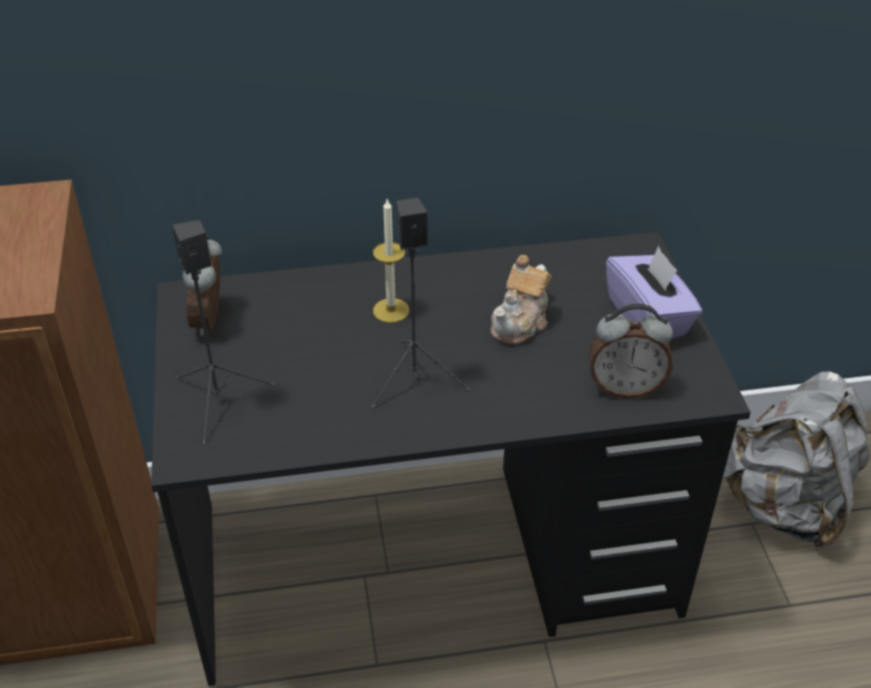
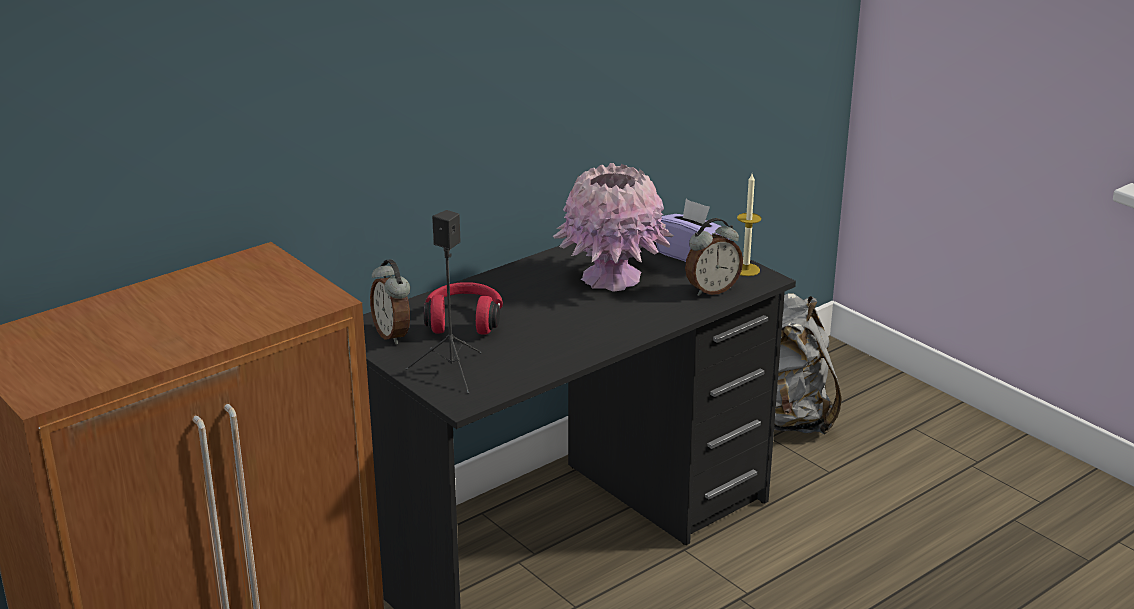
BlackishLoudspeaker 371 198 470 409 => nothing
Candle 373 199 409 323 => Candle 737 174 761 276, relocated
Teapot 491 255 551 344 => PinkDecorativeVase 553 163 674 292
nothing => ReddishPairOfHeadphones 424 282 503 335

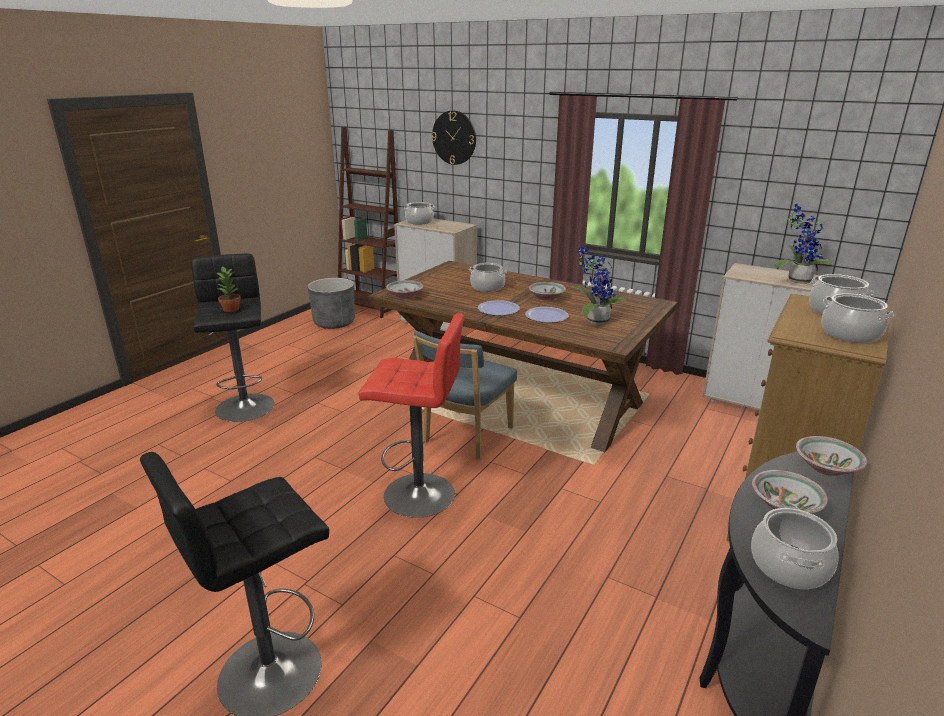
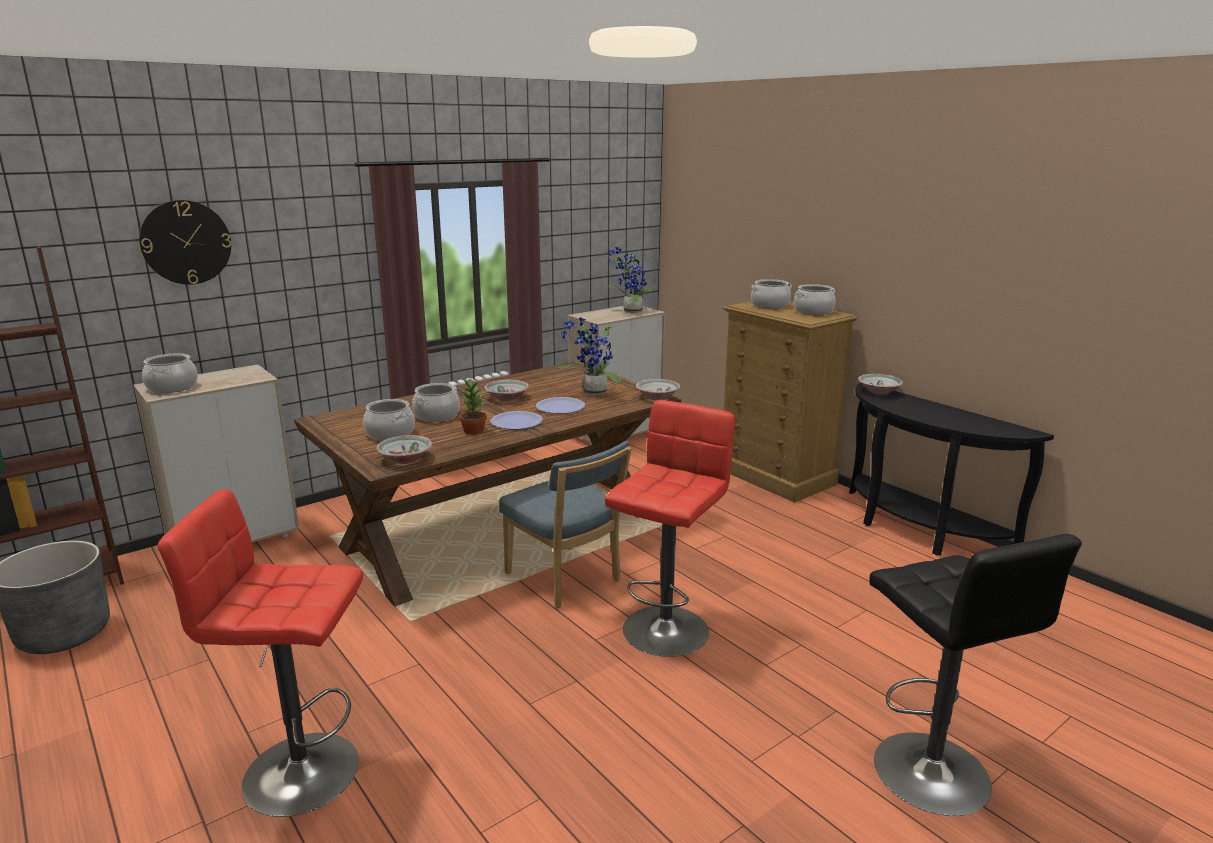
BlackishStoolSeat 191 253 275 422 => ReddishStoolSeat 158 489 363 817
PottedPlant 216 266 241 312 => PottedPlant 460 378 487 434, relocated
DeepDish 752 470 828 513 => DeepDish 636 379 680 400, relocated
Stockpot 751 507 839 589 => Stockpot 363 399 415 441, relocated

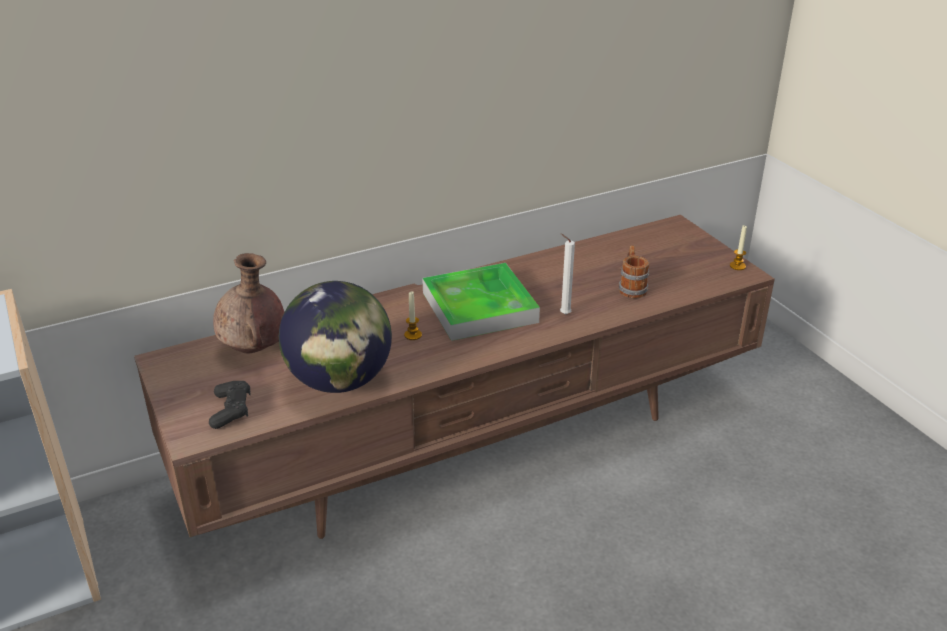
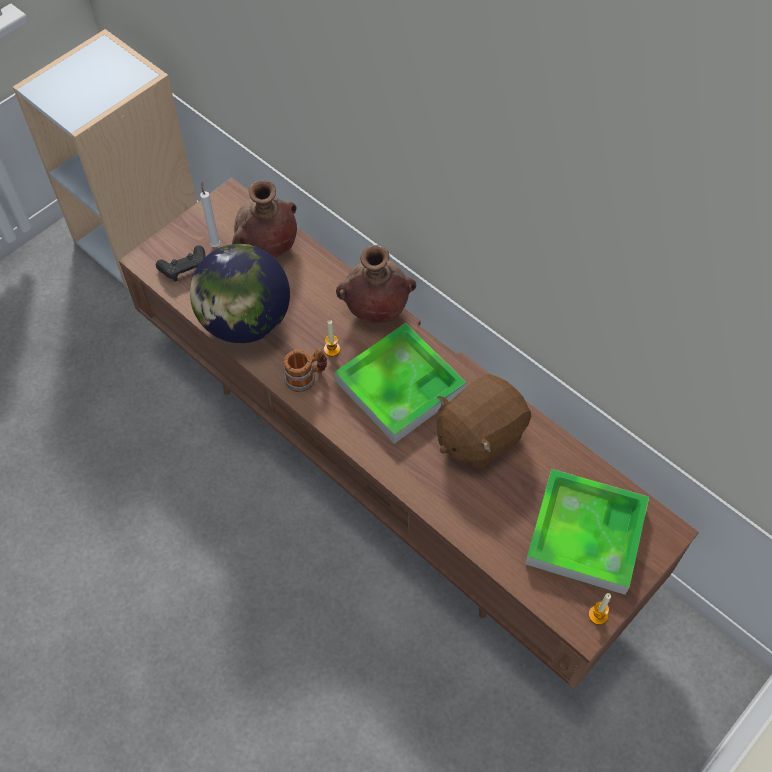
WhiteColouredCandle 560 234 575 315 => WhiteColouredCandle 200 182 220 247, relocated
Mug 619 245 649 298 => Mug 283 348 327 392, relocated
nothing => BrownishDecorativeVase 336 245 416 324
nothing => BrownishPlushToy 437 374 531 471
nothing => Tray 525 469 649 595

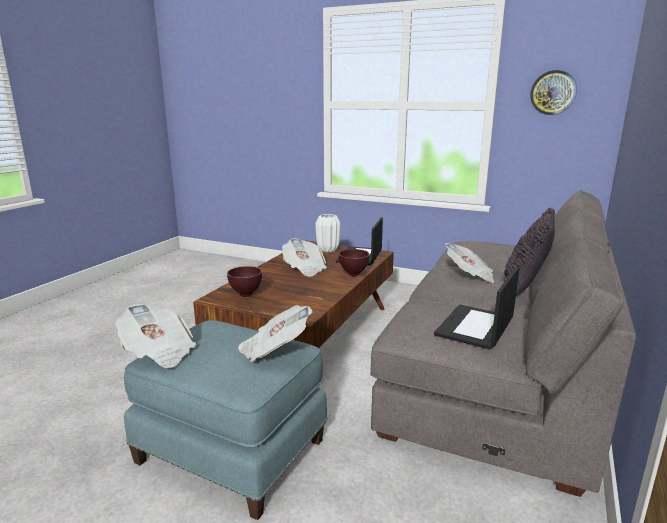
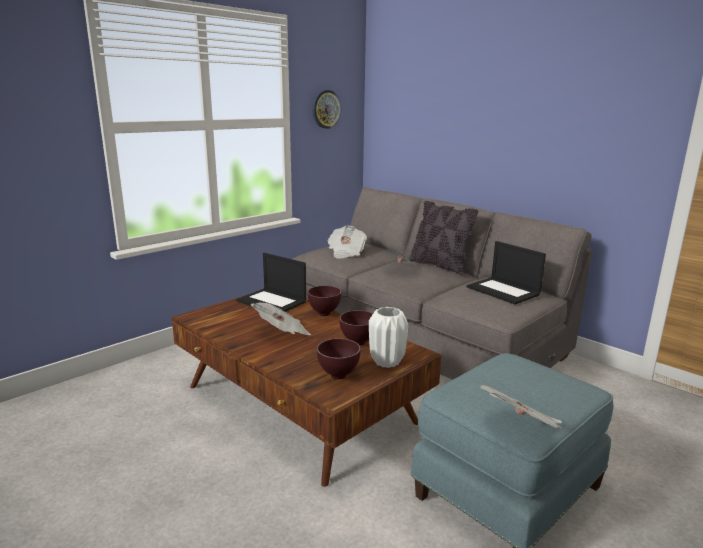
WhiteColouredDecorativeVase 315 214 341 252 => WhiteColouredDecorativeVase 369 307 408 368, relocated
DailyPaper 238 305 312 362 => DailyPaper 328 226 367 259, relocated
nothing => BrownishDeepDish 339 310 373 345

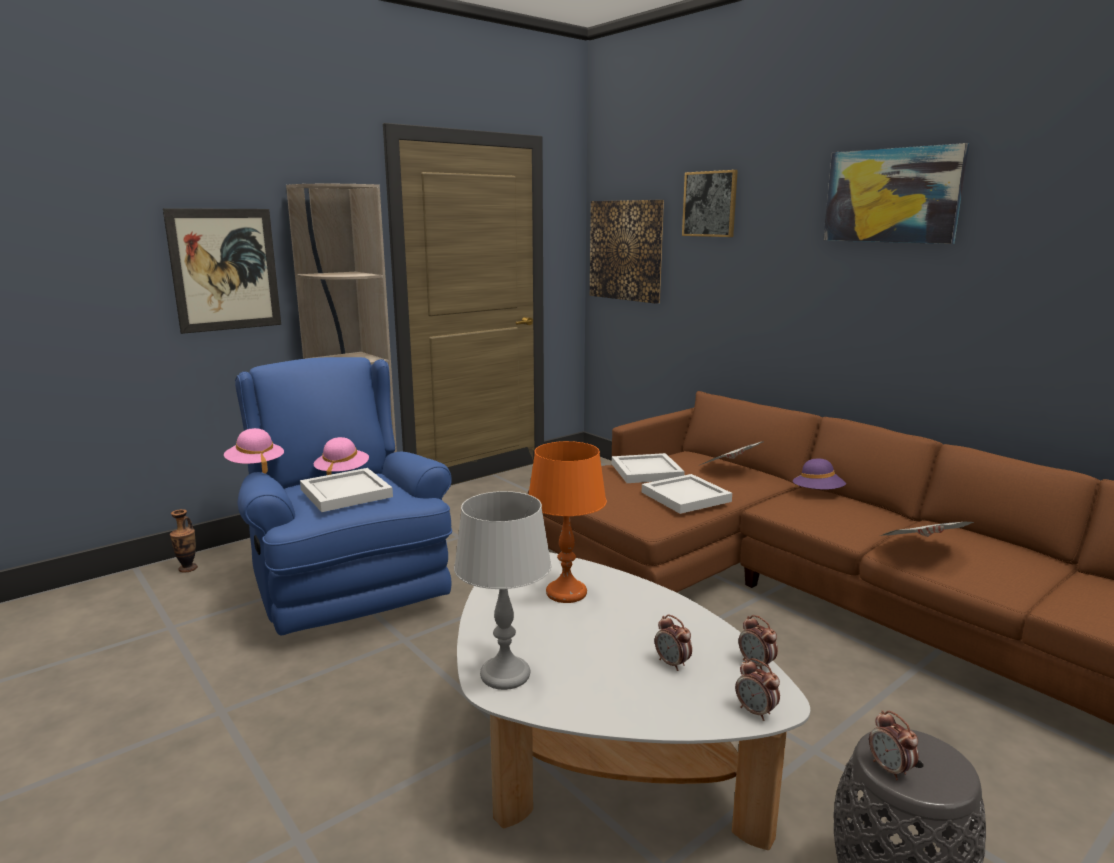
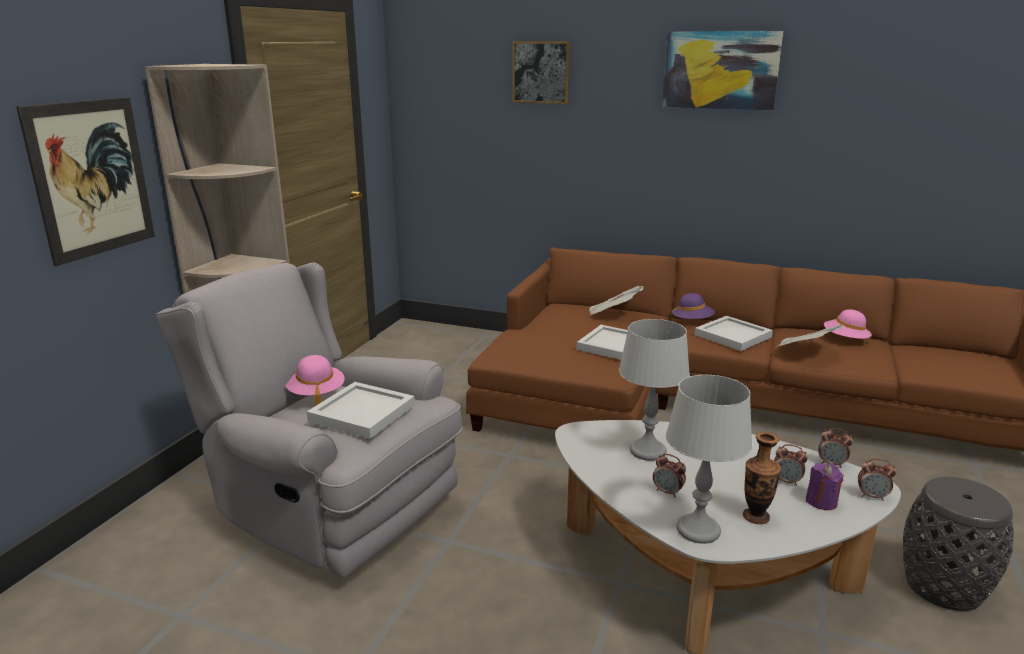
WallArt 590 200 664 304 => nothing
BlueColouredArmchair 235 357 452 636 => GrayArmchair 156 262 463 578
PinkWearableHat 224 428 284 473 => PinkWearableHat 824 309 872 342, relocated
OrangeColouredLampForATable 529 441 607 603 => GrayLampForATable 619 319 690 461
WhiteColouredTray 612 453 685 483 => WhiteColouredTray 695 316 773 351, relocated
DecorativeVase 170 509 198 573 => DecorativeVase 743 432 781 524, relocated
TableClock 869 710 918 780 => TableClock 653 454 686 497, relocated
nothing => PurpleColouredCandle 806 463 844 510

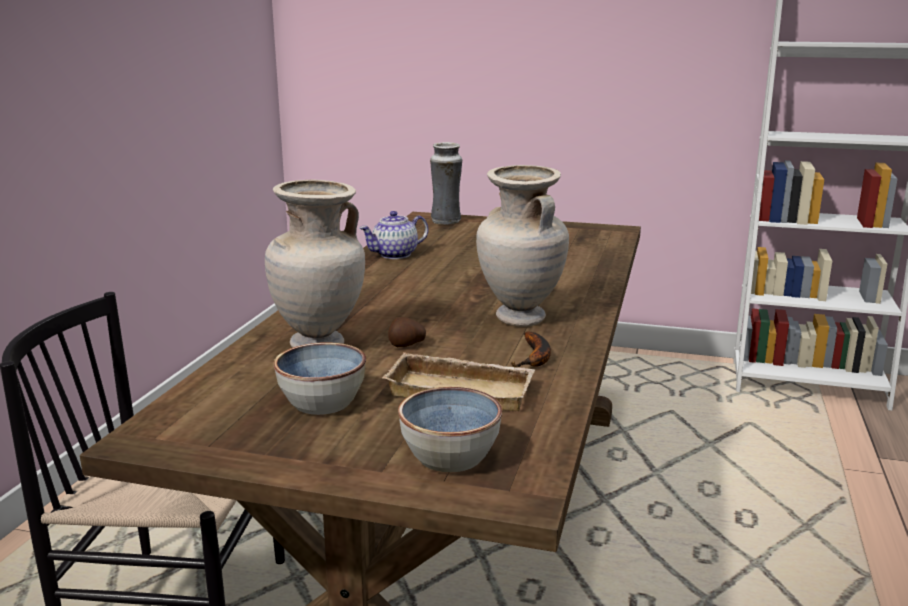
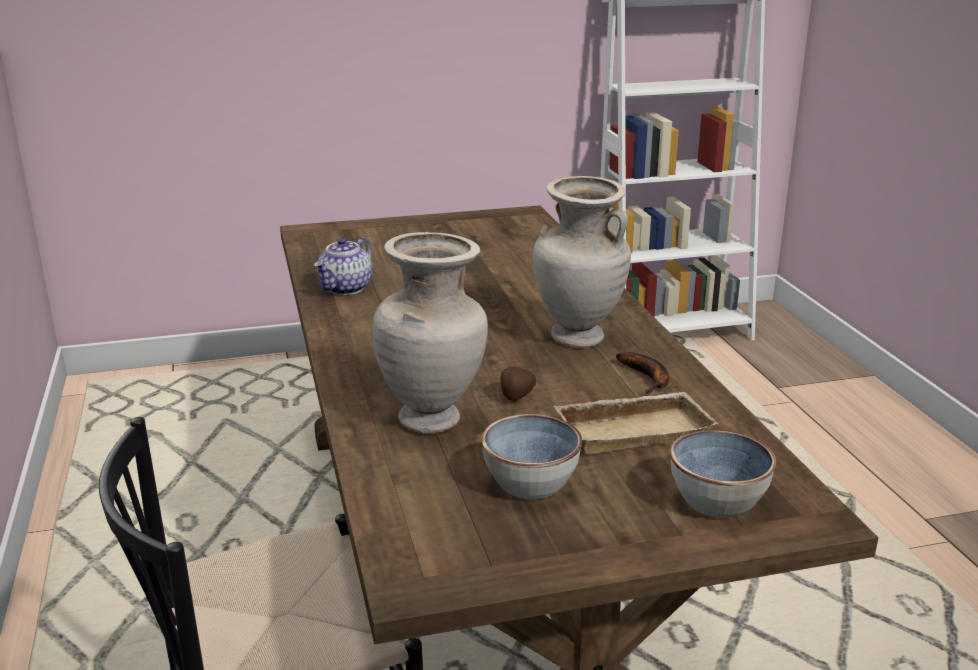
DecorativeVase 430 142 462 225 => nothing

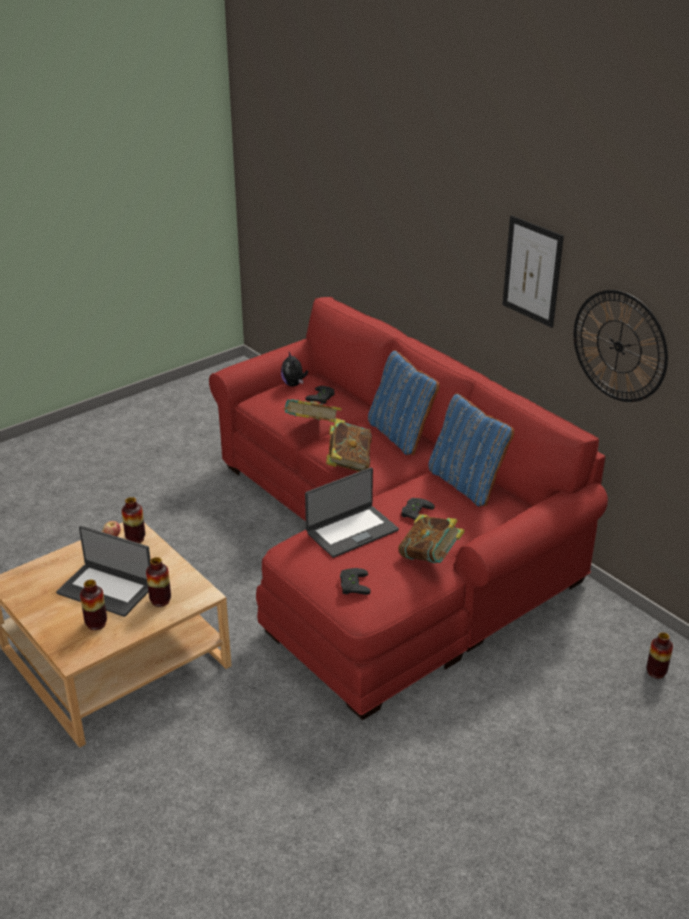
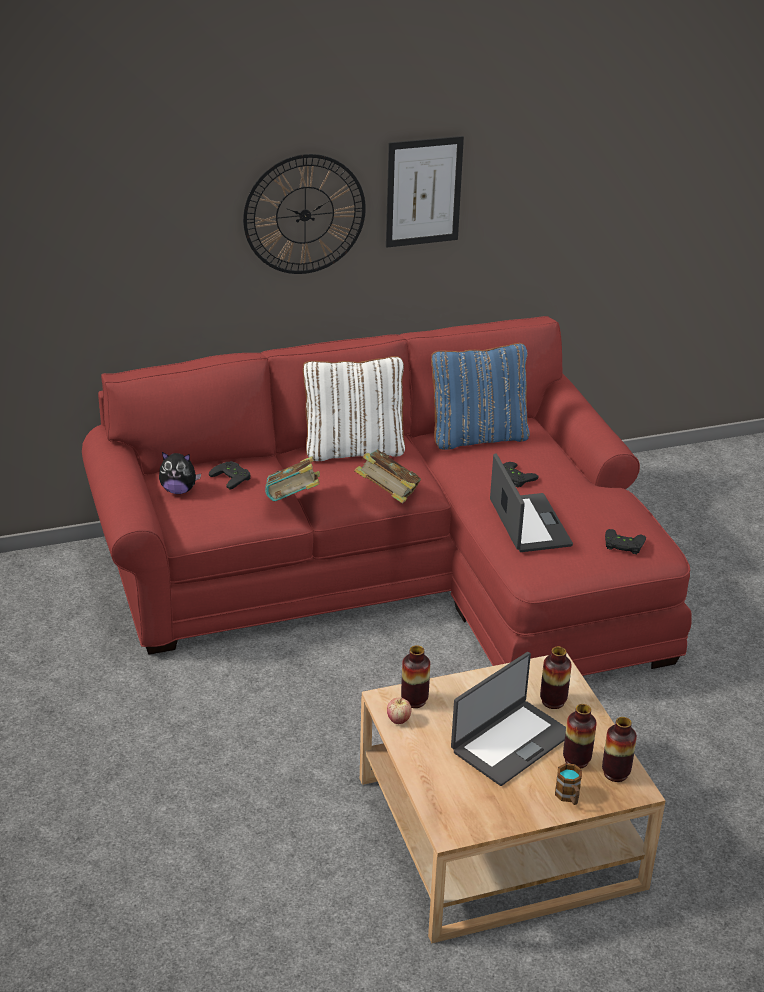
ClockOnTheWall 574 290 668 402 => ClockOnTheWall 243 154 366 274, relocated
BlueColouredCushion 368 350 440 455 => WhiteColouredCushion 303 356 405 461
Book 398 514 465 563 => nothing
DecorativeVase 647 632 673 679 => DecorativeVase 602 717 637 782, relocated
nothing => Mug 555 763 582 805

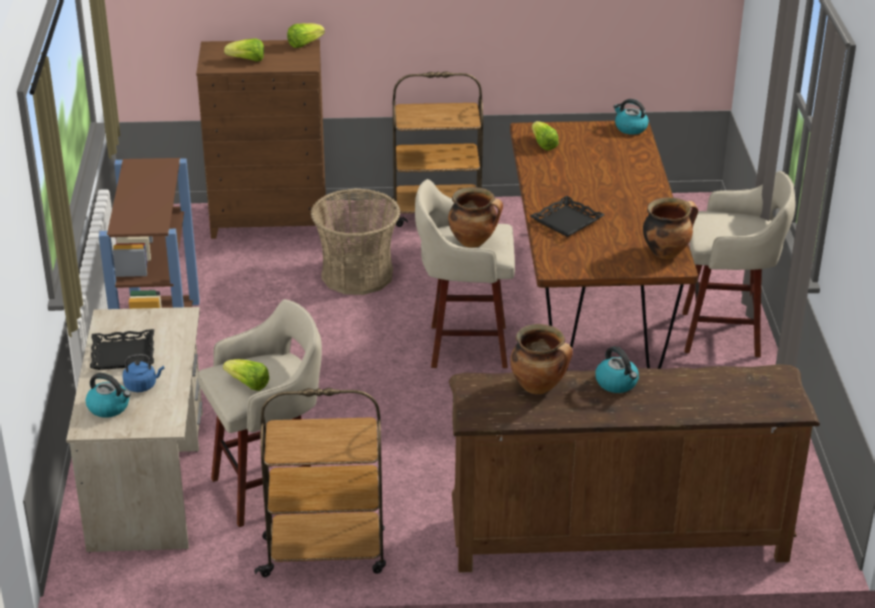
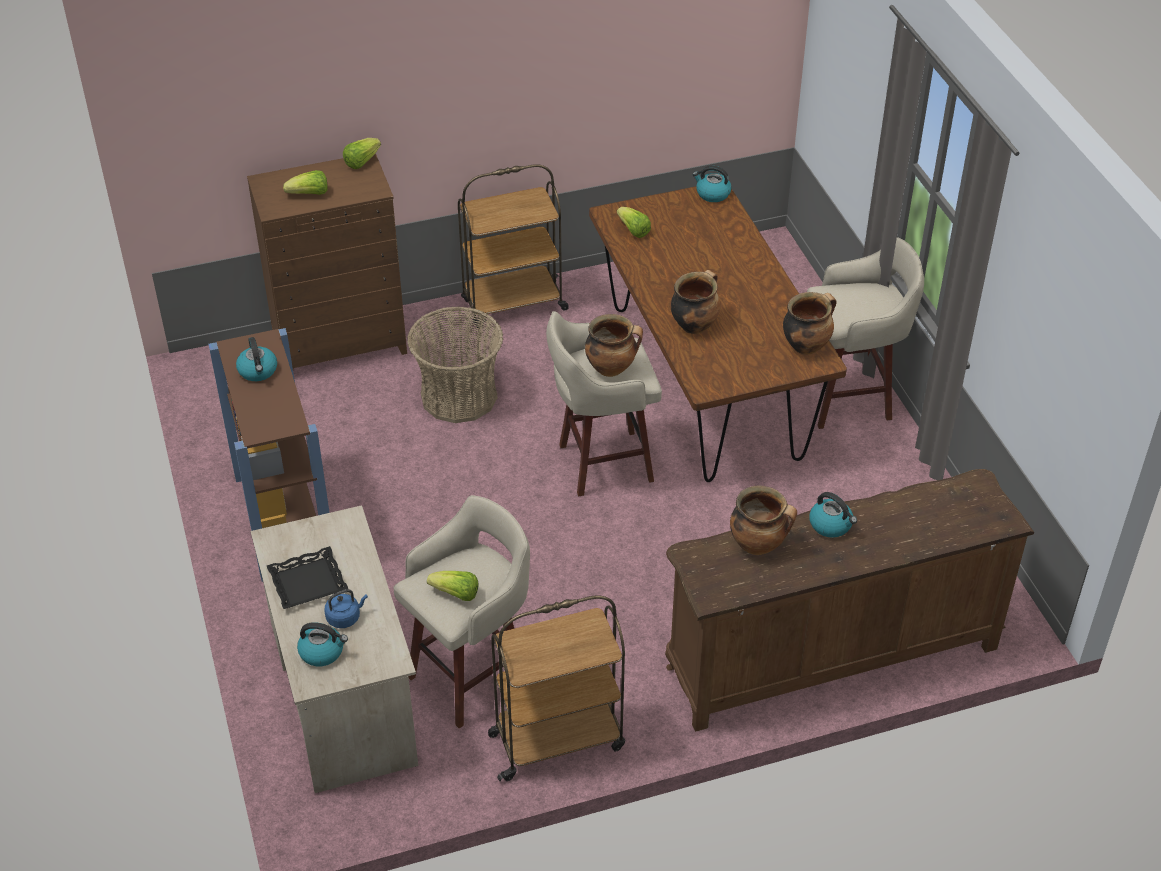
BlackishTray 530 196 605 237 => Stockpot 670 270 721 334
nothing => TeaKettle 236 337 277 381

